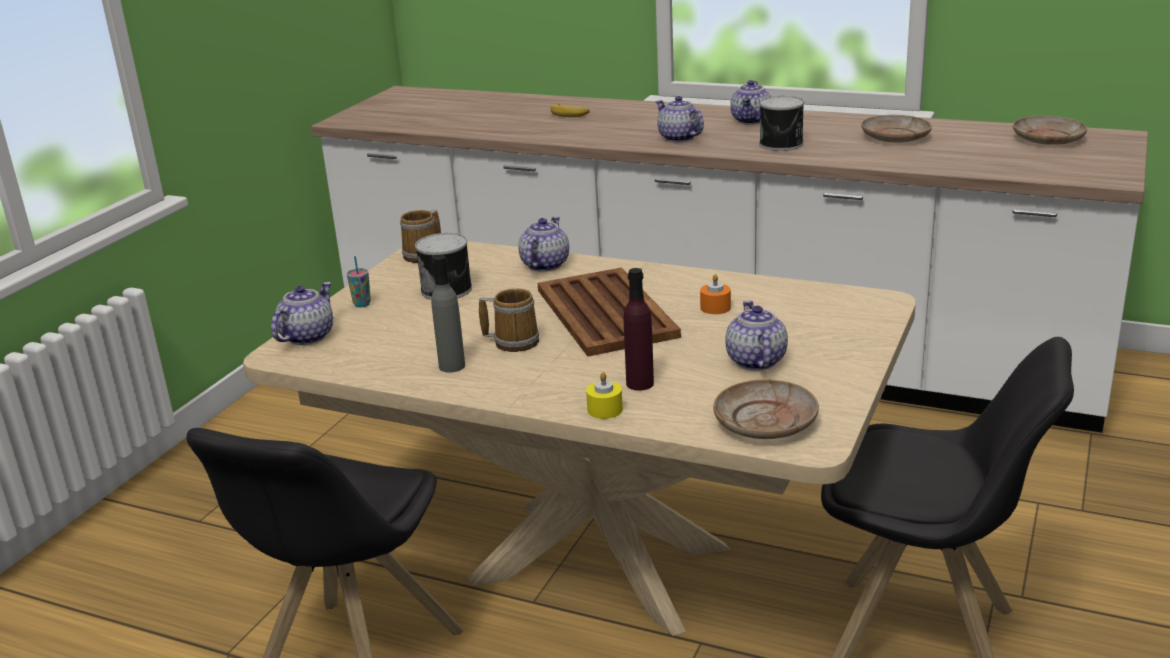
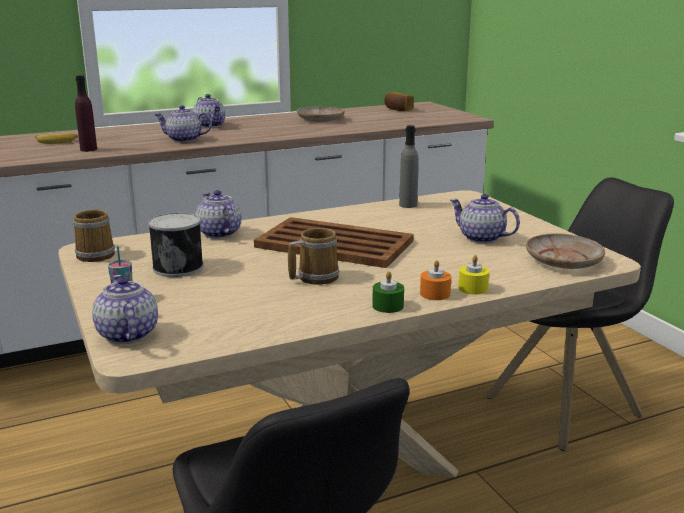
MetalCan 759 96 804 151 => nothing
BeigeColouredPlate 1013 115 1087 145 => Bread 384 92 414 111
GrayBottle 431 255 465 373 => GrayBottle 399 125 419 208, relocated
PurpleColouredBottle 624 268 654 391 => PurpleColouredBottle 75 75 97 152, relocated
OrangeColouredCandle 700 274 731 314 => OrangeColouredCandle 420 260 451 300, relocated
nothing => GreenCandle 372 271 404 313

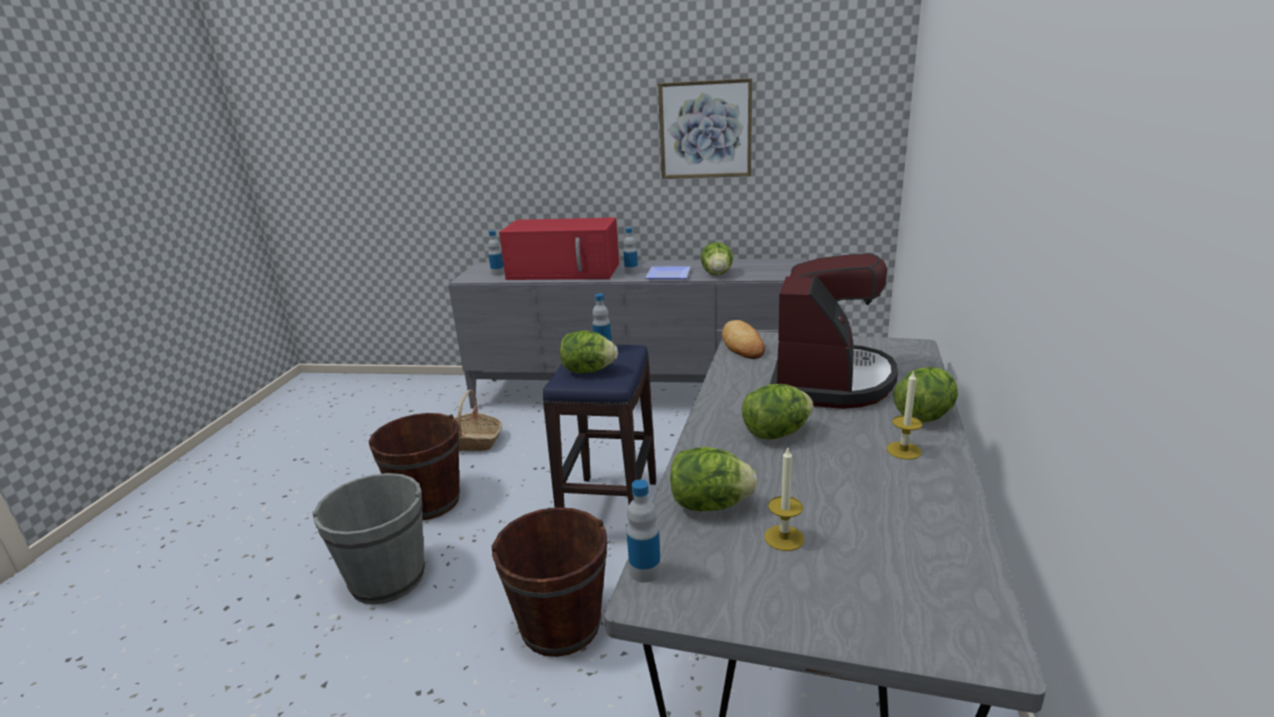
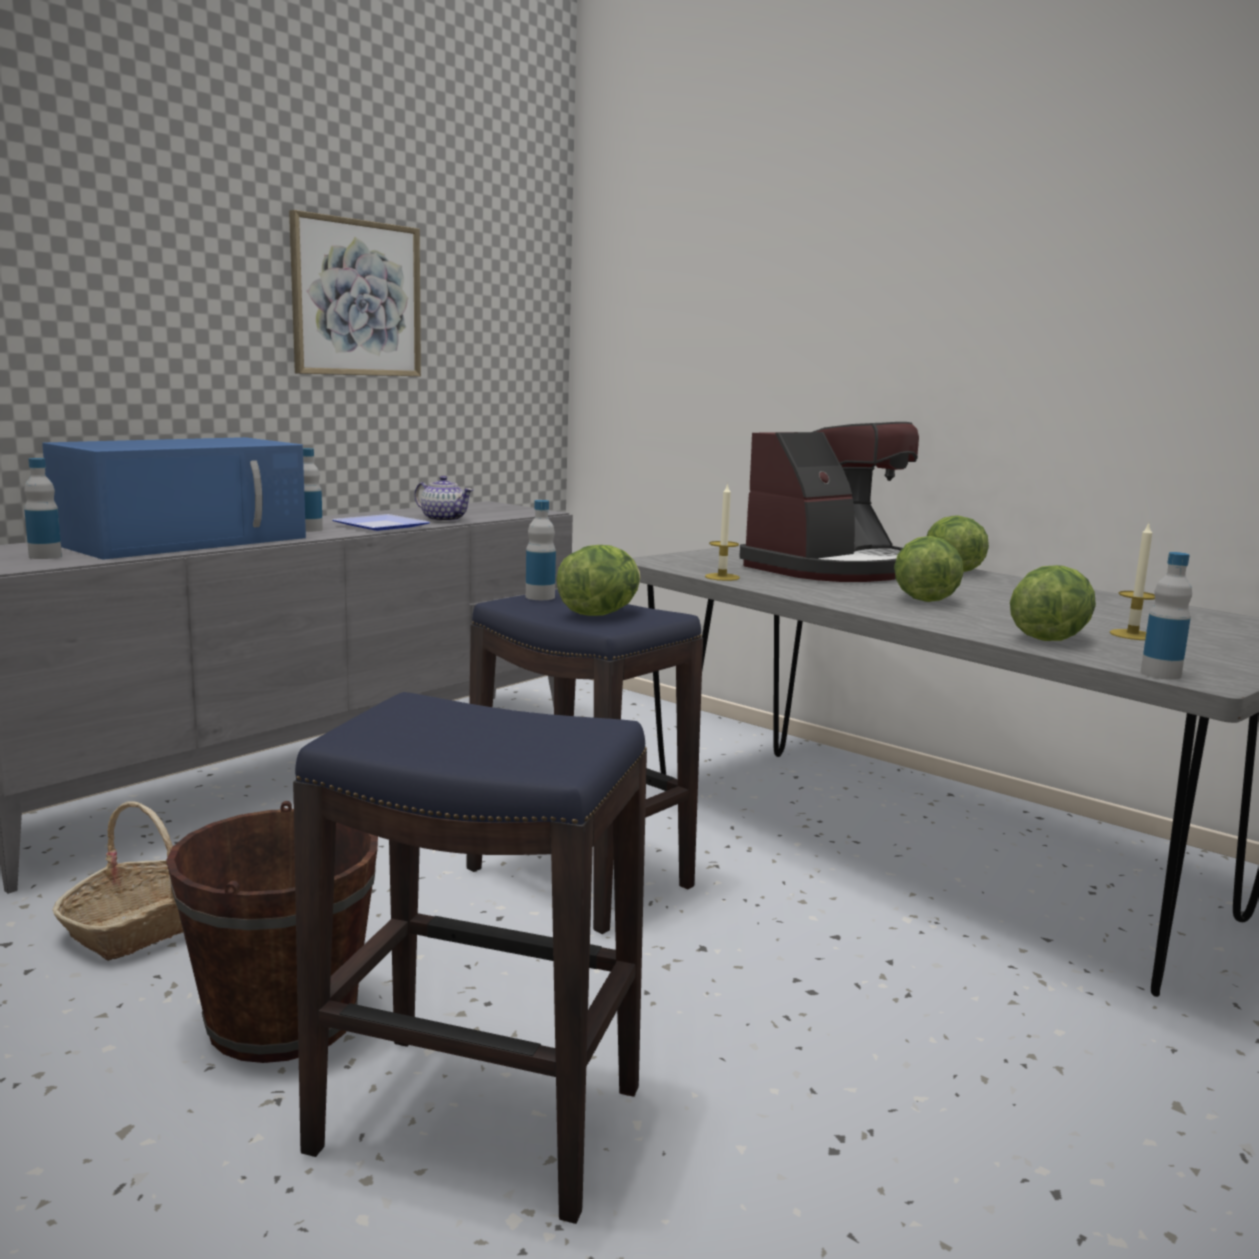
ReddishMicrowave 499 217 619 280 => BlueColouredMicrowave 42 437 306 560
Lettuce 701 242 733 275 => Teapot 414 476 473 522
CoffeeMaker 770 253 898 409 => CoffeeMaker 740 422 919 582, 90 degrees clockwise
Bread 722 320 765 359 => nothing
Candle 887 370 922 460 => Candle 705 483 740 581, relocated
GrayBucket 312 473 425 605 => StoolSeat 293 692 647 1224
BrownishBucket 492 507 607 657 => nothing

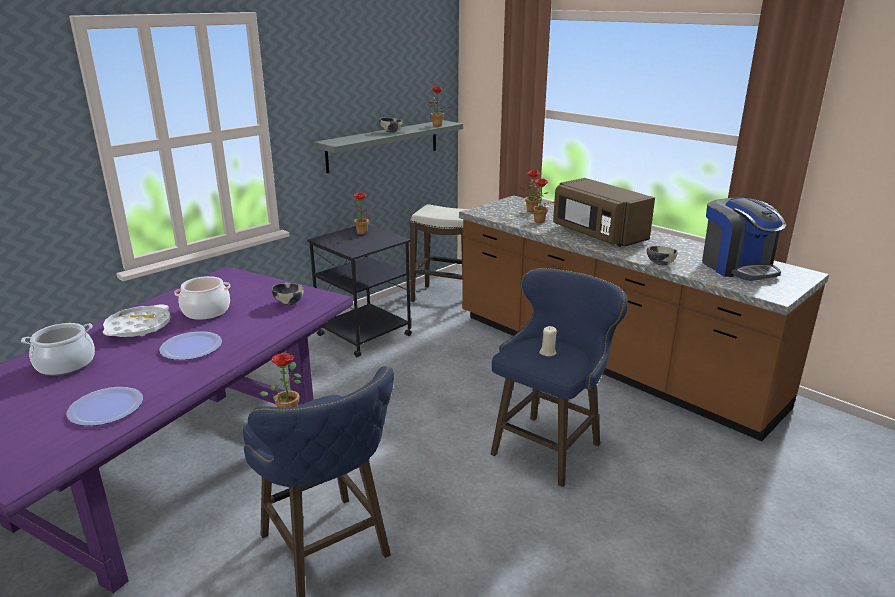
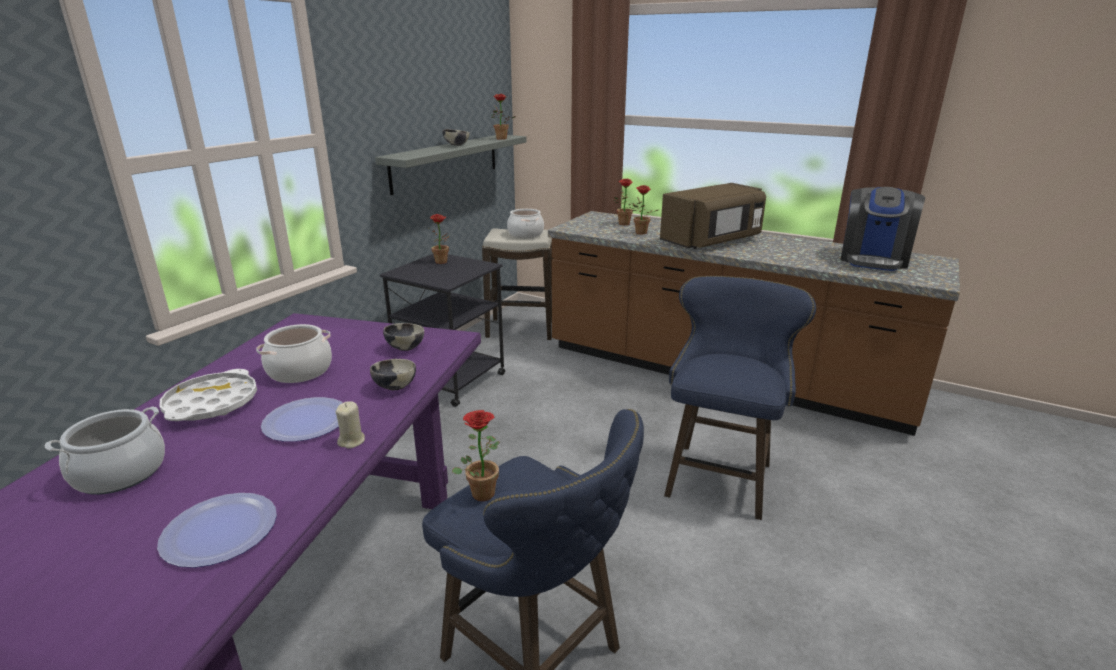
BrownishMicrowave 553 178 655 247 => BrownishMicrowave 660 183 766 249, 75 degrees counterclockwise
CoffeeMaker 702 198 786 281 => CoffeeMaker 841 187 925 271, 60 degrees clockwise
DeepDish 647 246 678 265 => DeepDish 370 359 416 390, relocated
BeigeColouredCandle 539 326 557 357 => BeigeColouredCandle 336 401 365 449, relocated
nothing => Stockpot 507 209 544 238

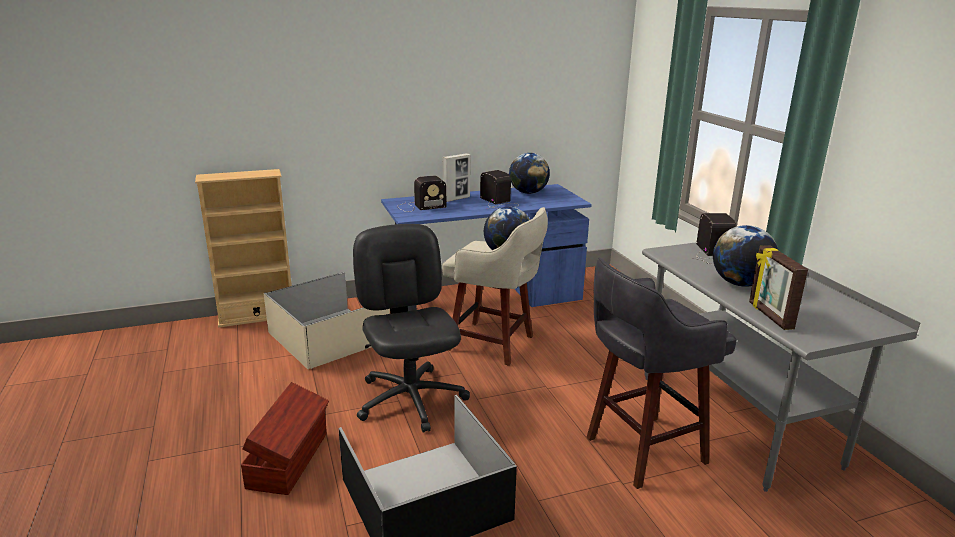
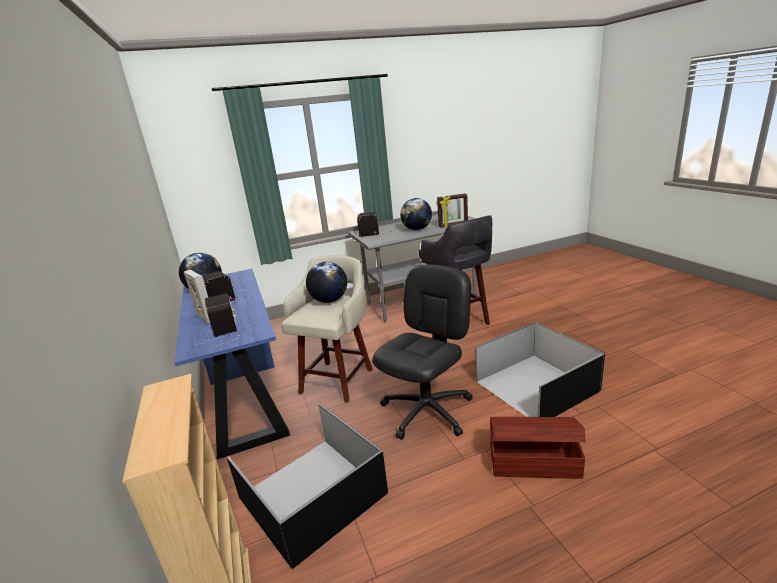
BlackishDeskChair 353 224 470 433 => BlackishDeskChair 372 264 473 440, 150 degrees clockwise
BeigeColouredStorageBox 264 272 390 369 => BlackishStorageBox 226 404 388 569

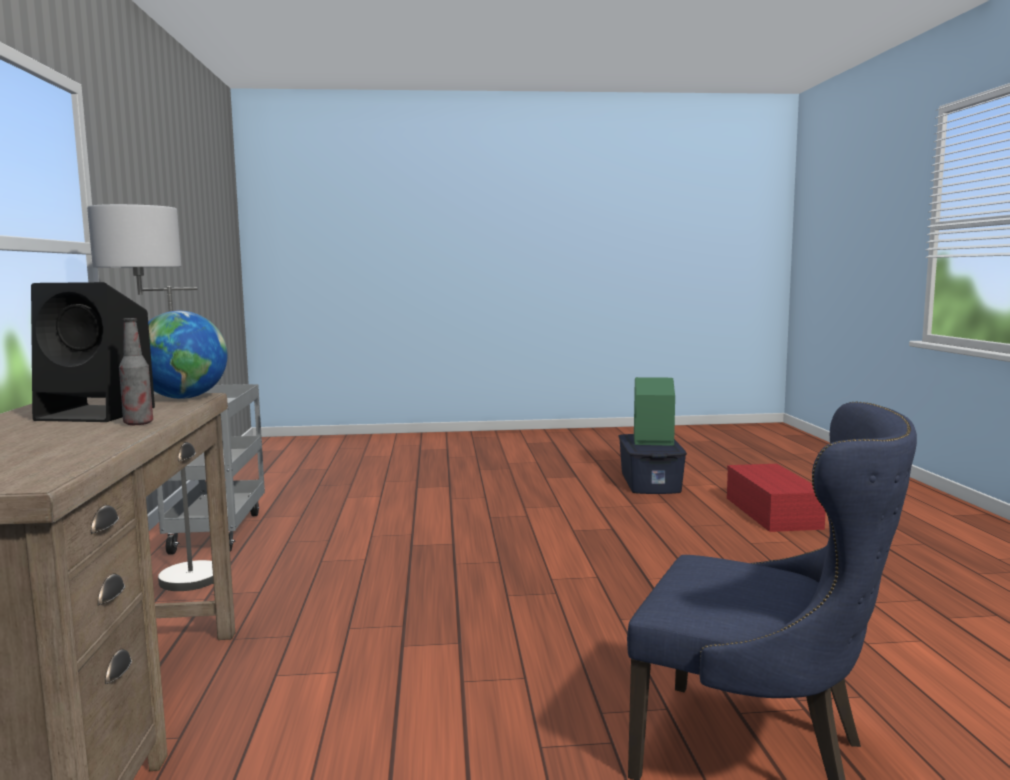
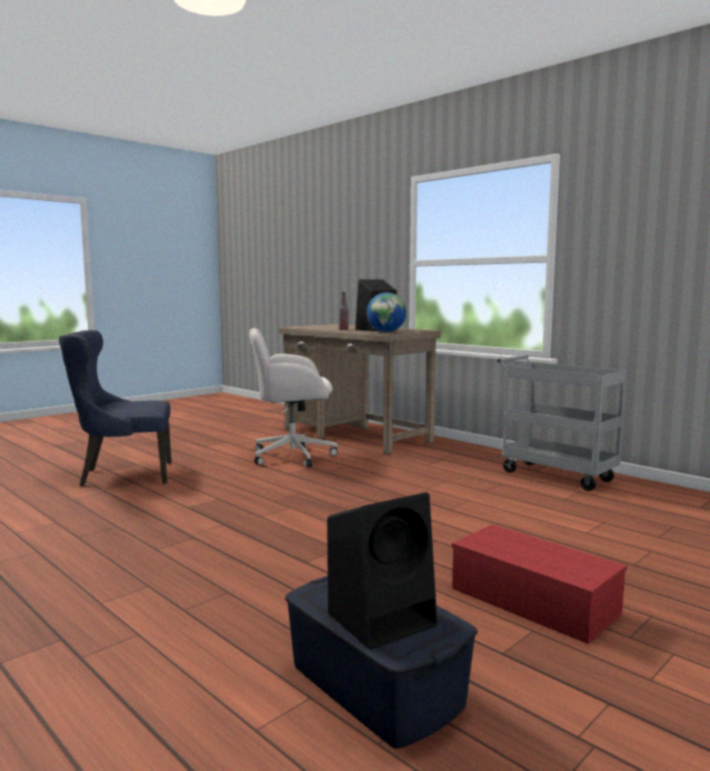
GrayStandardLamp 87 204 214 591 => nothing
GreenLoudspeaker 634 377 675 446 => BlackishLoudspeaker 327 492 437 650
ReddishStorageBox 727 464 826 532 => ReddishStorageBox 452 524 627 644, relocated
nothing => WhiteColouredDeskChair 249 328 337 467

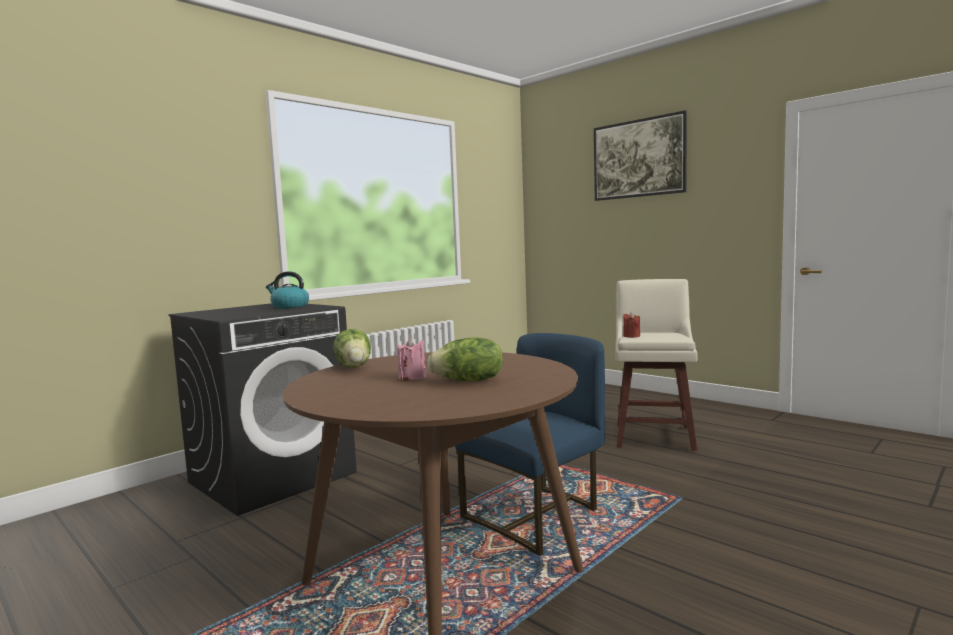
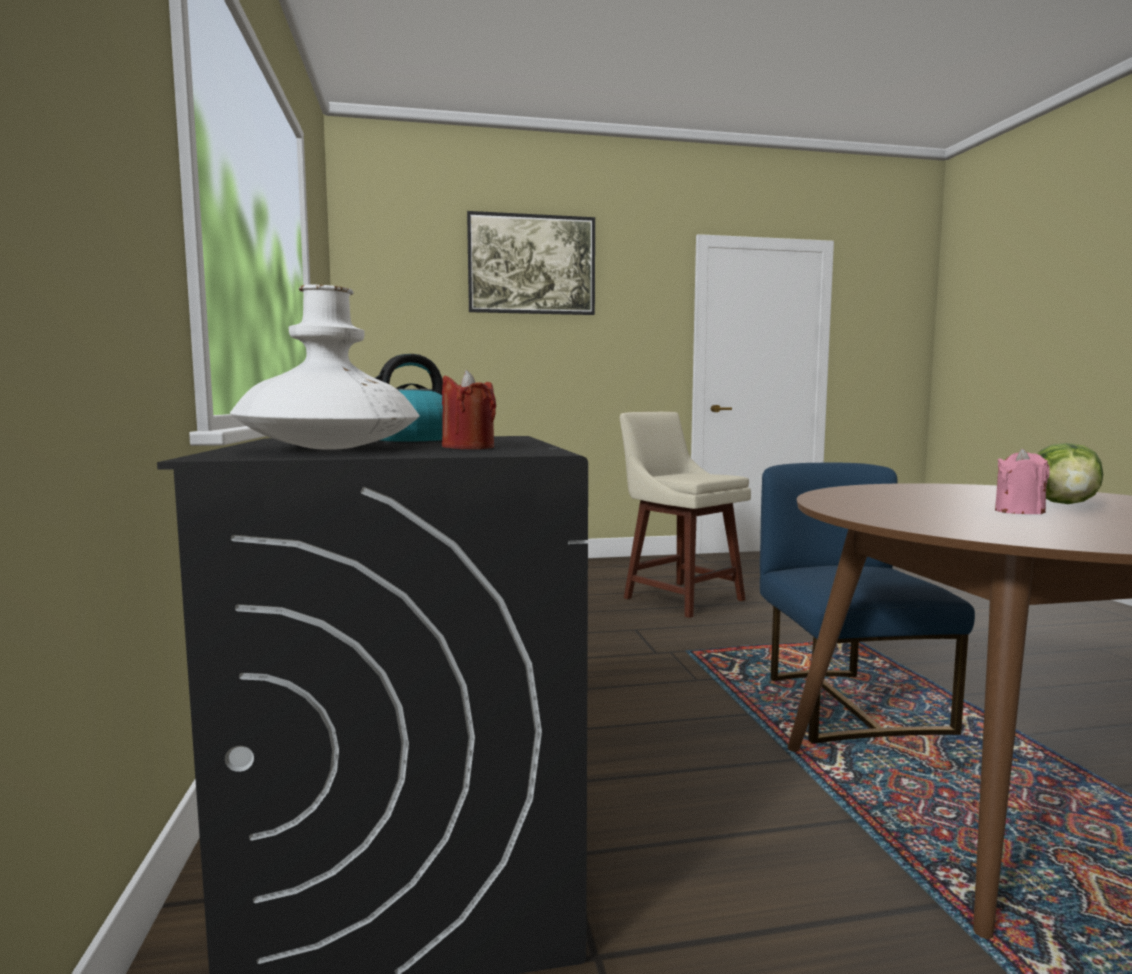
ReddishCandle 623 313 640 338 => ReddishCandle 442 370 496 449, relocated
Lettuce 333 329 371 368 => nothing
nothing => WhiteColouredDecorativeVase 230 285 420 450

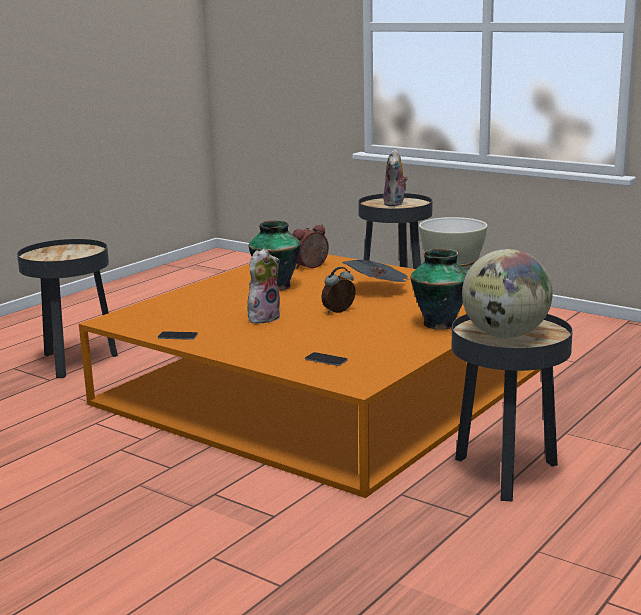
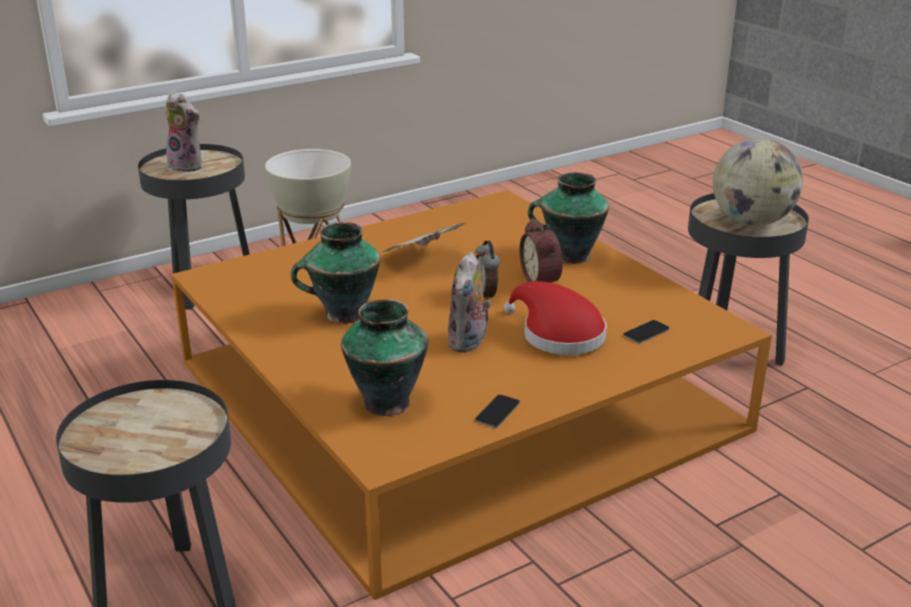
TableClock 292 224 329 269 => TableClock 519 219 563 282, relocated
PlushToy 247 249 280 324 => PlushToy 448 252 492 353, 135 degrees counterclockwise
nothing => ReddishWearableHat 504 281 606 355
nothing => DecorativeVase 341 299 428 416

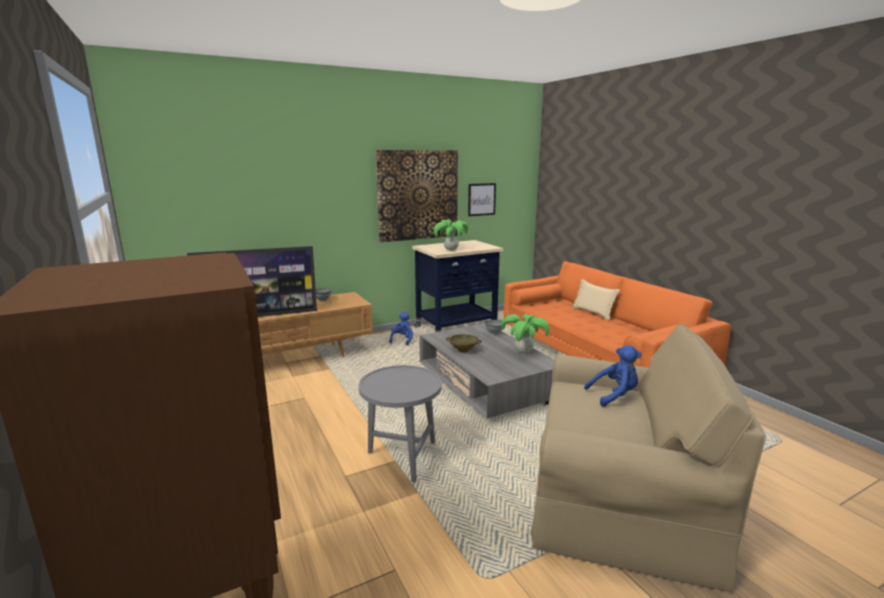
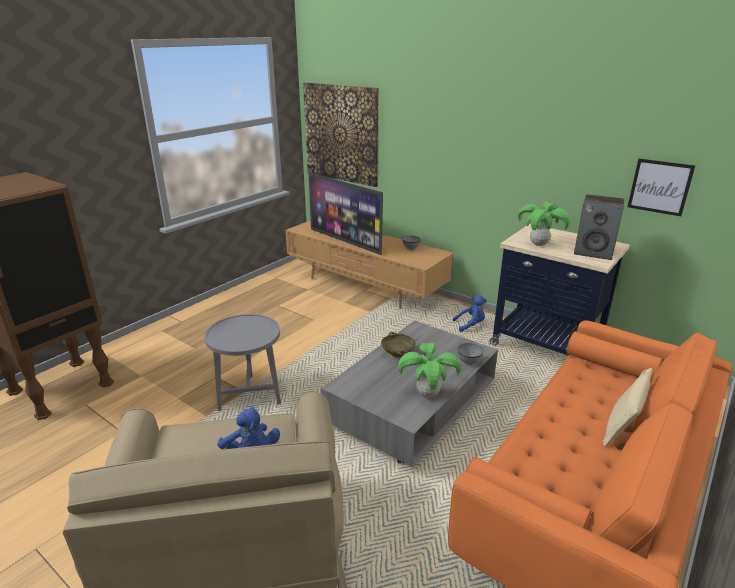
WallArt 376 150 458 242 => WallArt 303 83 379 187, relocated
nothing => Loudspeaker 574 194 624 260

